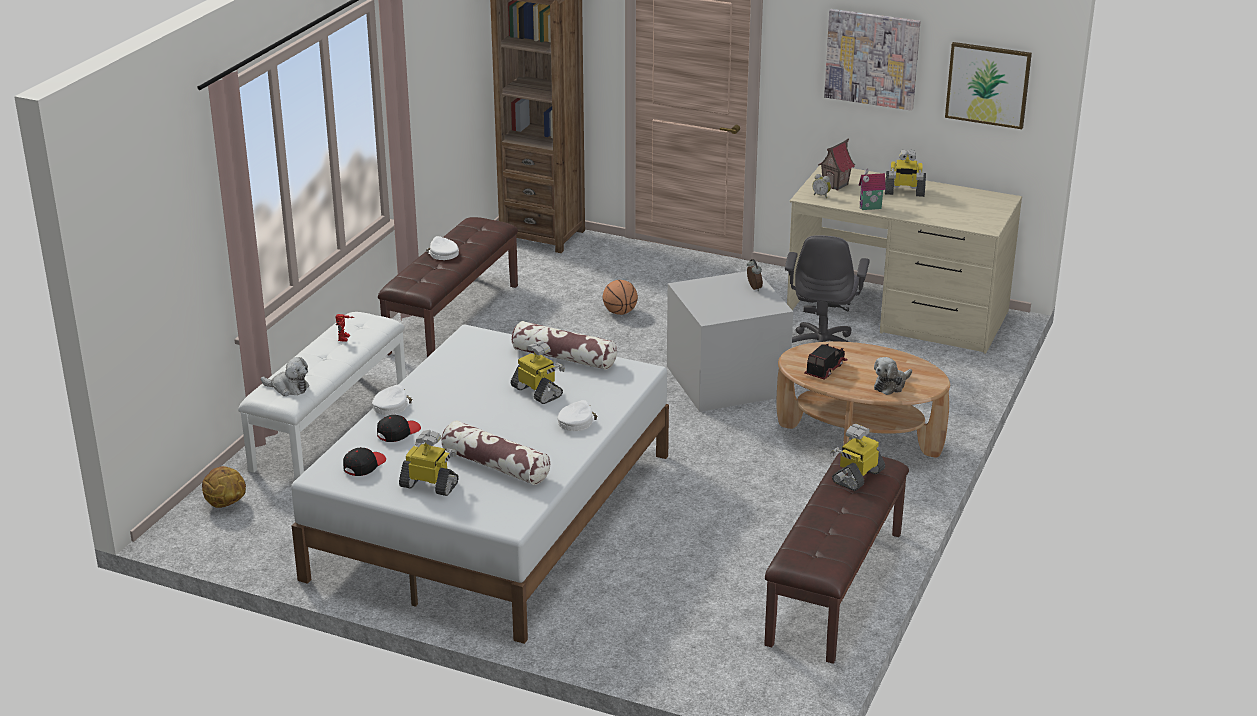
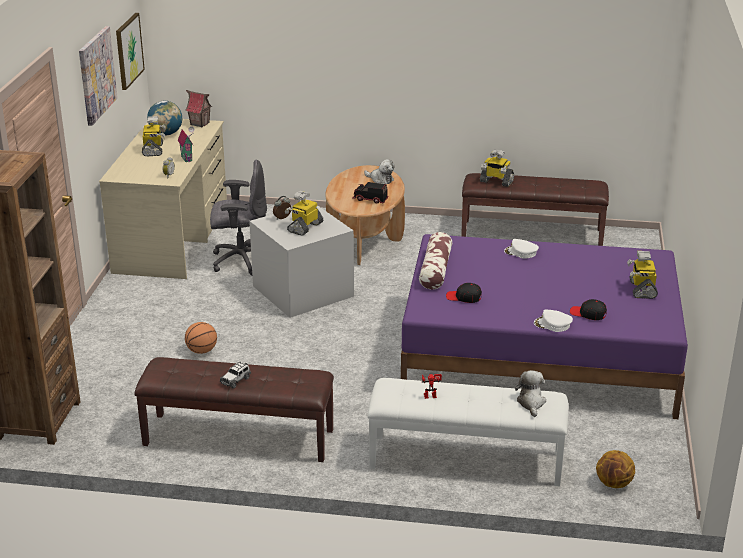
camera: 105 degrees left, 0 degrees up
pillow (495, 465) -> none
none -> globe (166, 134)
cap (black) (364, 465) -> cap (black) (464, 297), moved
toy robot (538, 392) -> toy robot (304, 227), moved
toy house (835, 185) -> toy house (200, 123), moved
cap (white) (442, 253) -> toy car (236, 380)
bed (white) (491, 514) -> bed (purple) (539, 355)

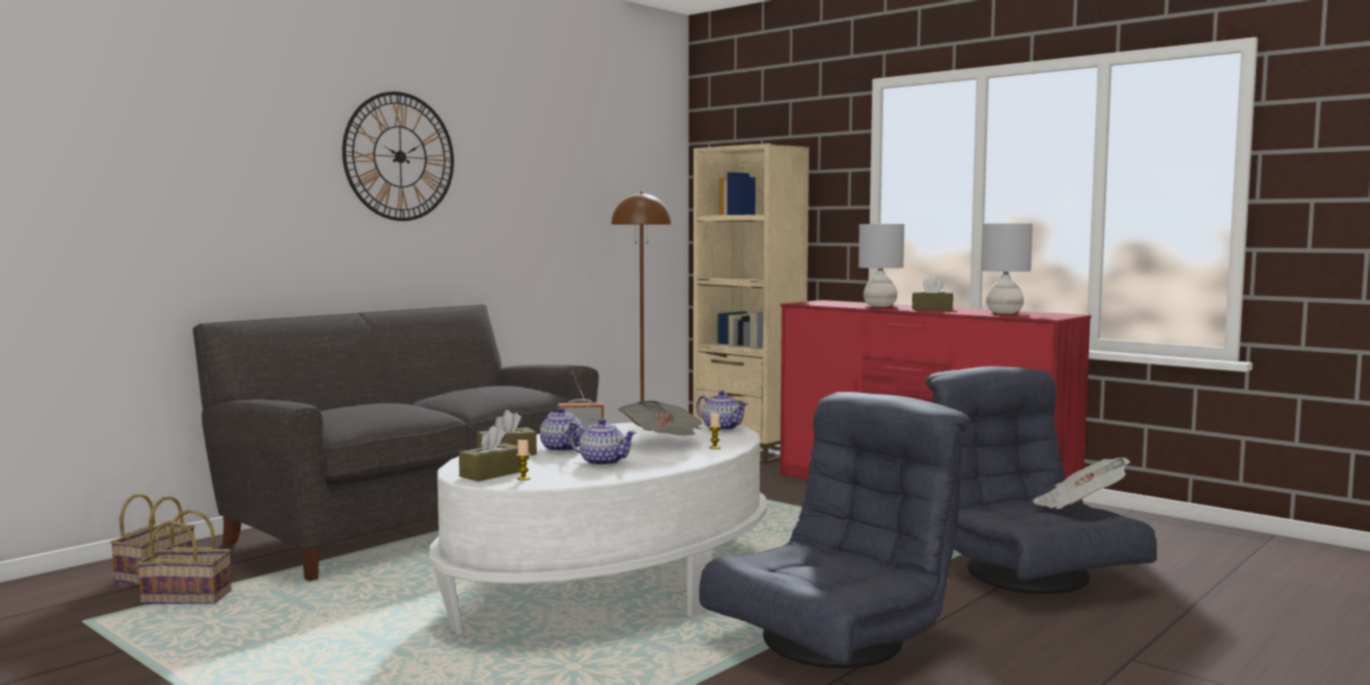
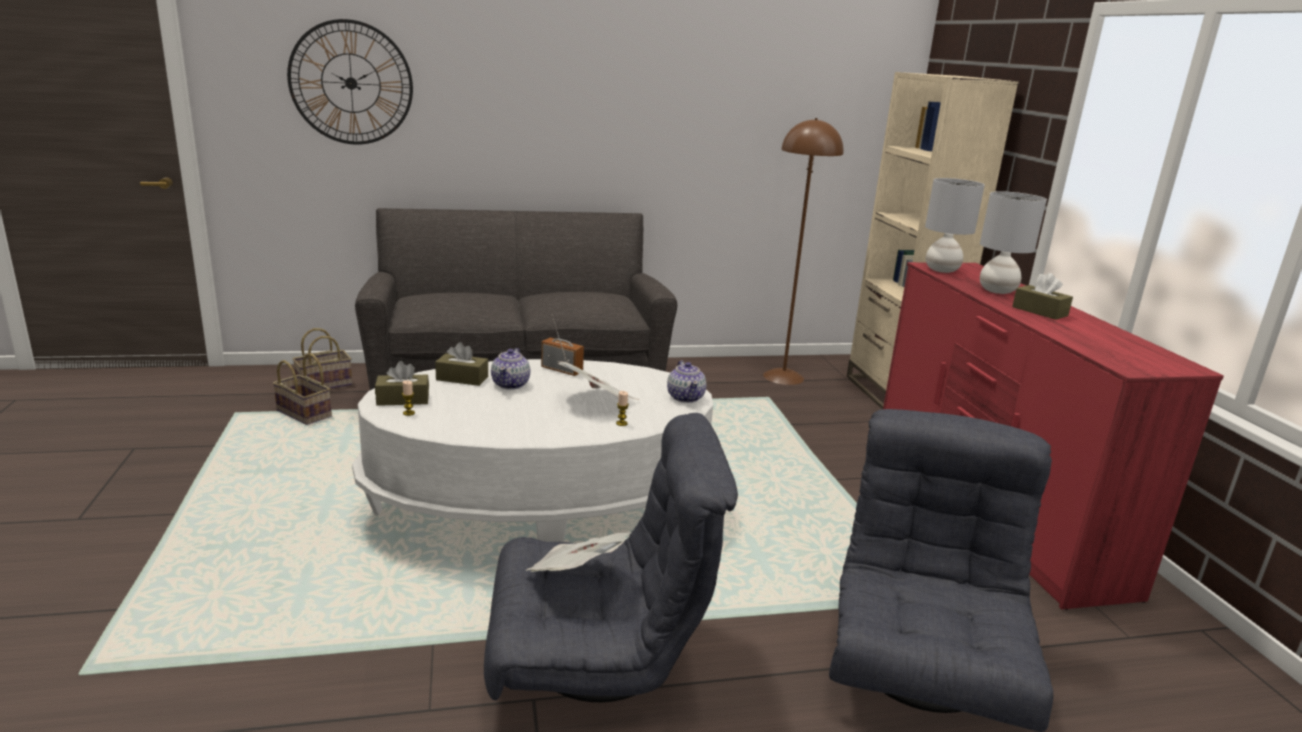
camera: 35 degrees right, 15 degrees up
teapot (602, 462) -> none
wall clock (400, 156) -> wall clock (351, 83), moved
table lamp (grey) (1004, 313) -> table lamp (grey) (941, 270), moved
newspaper (1079, 506) -> newspaper (577, 574), moved

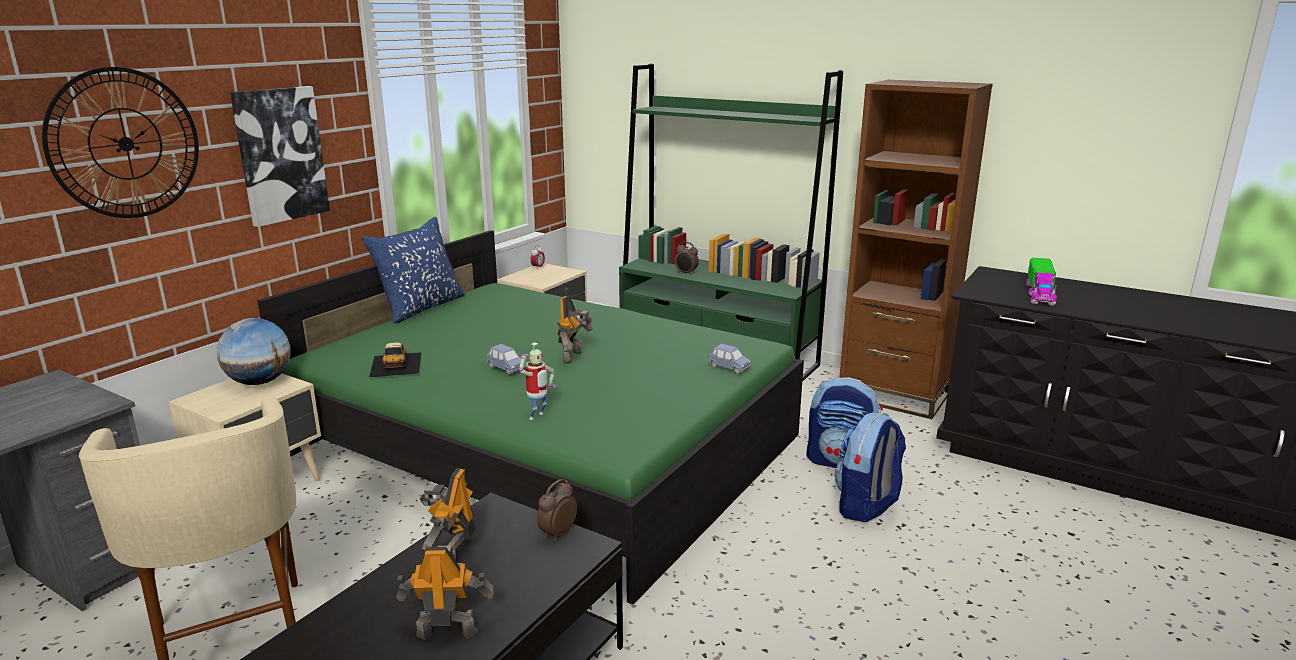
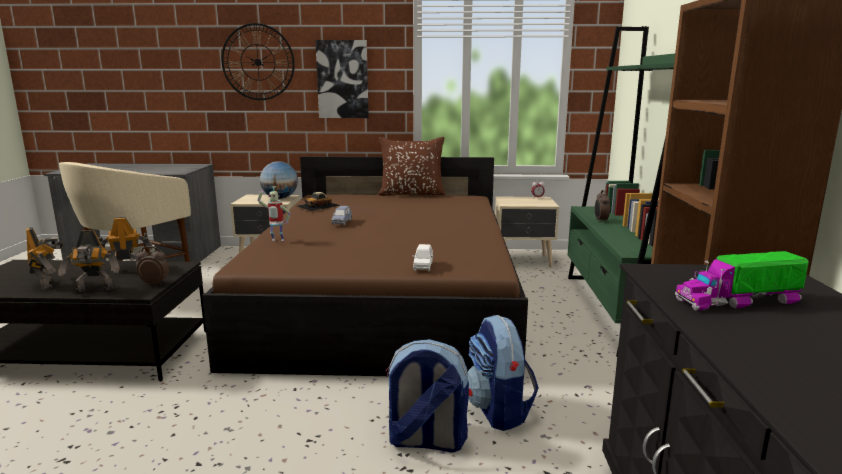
camera: 60 degrees right, 5 degrees down
toy robot (574, 357) -> toy robot (94, 290), moved
bed (green) (547, 445) -> bed (brown) (385, 298)
pillow (blue) (420, 308) -> pillow (brown) (411, 194)
toy car (blue) (729, 368) -> toy car (white) (423, 266)

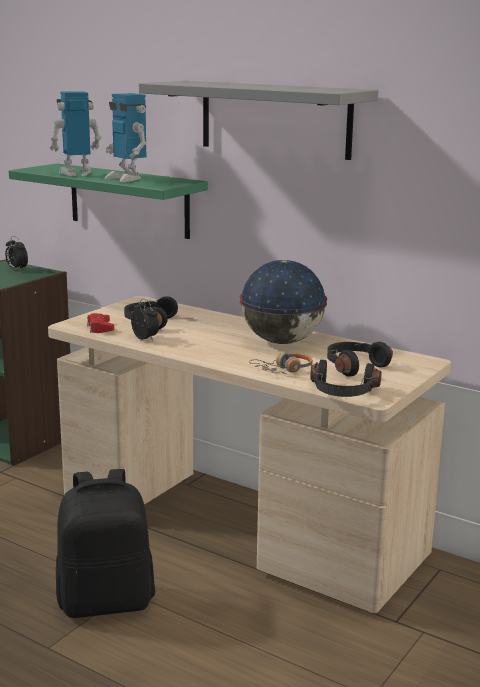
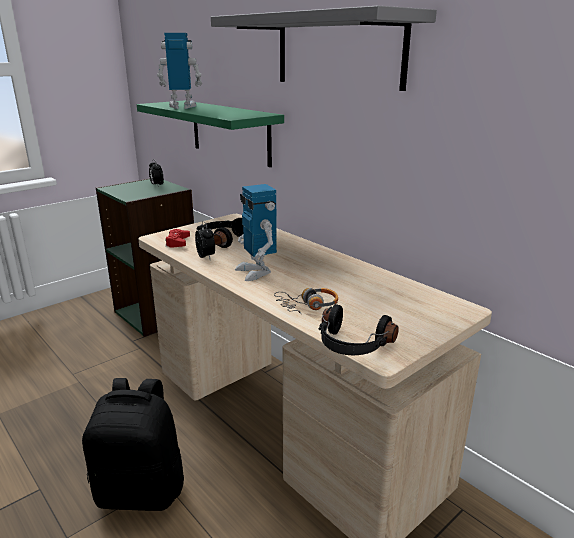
camera: 15 degrees right, 5 degrees up
globe (281, 342) -> none
headphones (black) (353, 366) -> none
toy robot (127, 179) -> toy robot (256, 272), moved

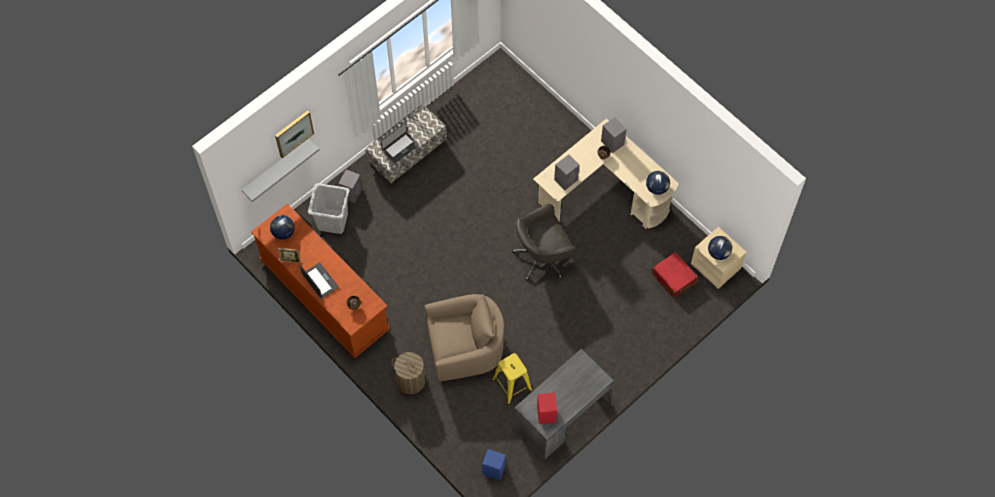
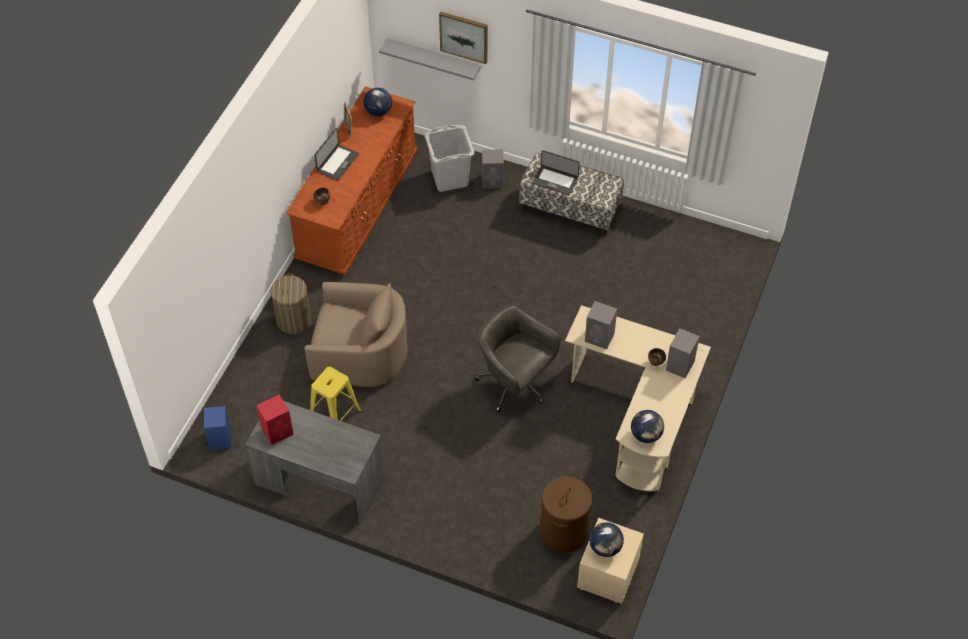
camera: 65 degrees right, 10 degrees down
suitcase (red) (674, 278) -> laundry basket (brown) (564, 532)
armchair (beige) (465, 347) -> armchair (beige) (360, 354), 45 degrees counterclockwise

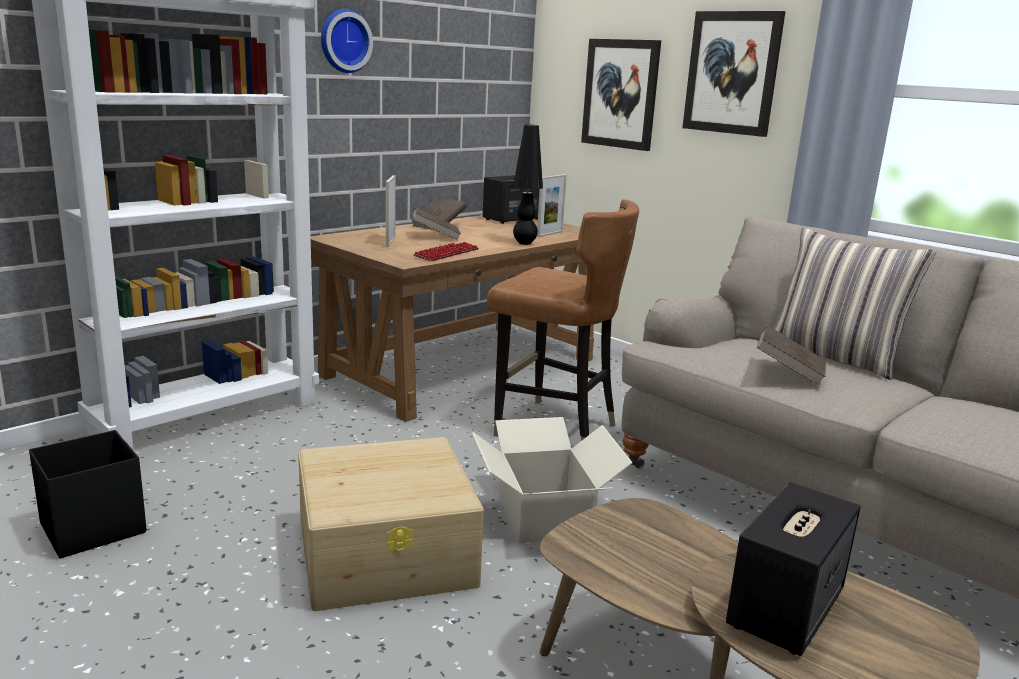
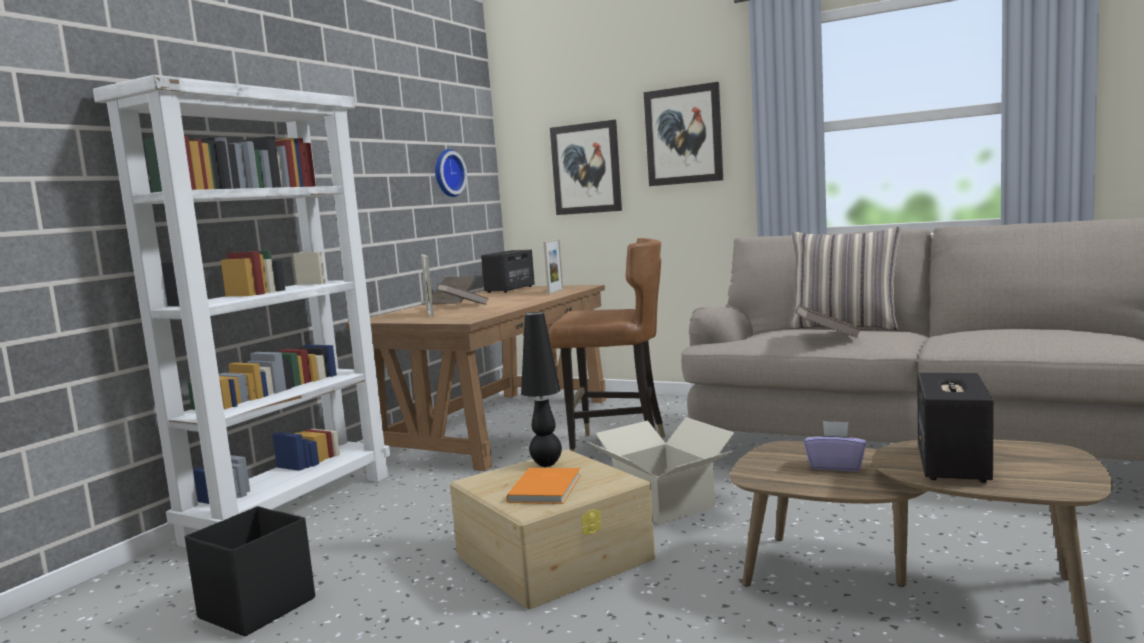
camera: 15 degrees left, 10 degrees down
keyboard (447, 253) -> none
none -> book (orange) (547, 488)
none -> tissue box (purple) (836, 466)
wall clock (343, 41) -> wall clock (447, 173), moved
table lamp (black) (525, 243) -> table lamp (black) (547, 464), moved

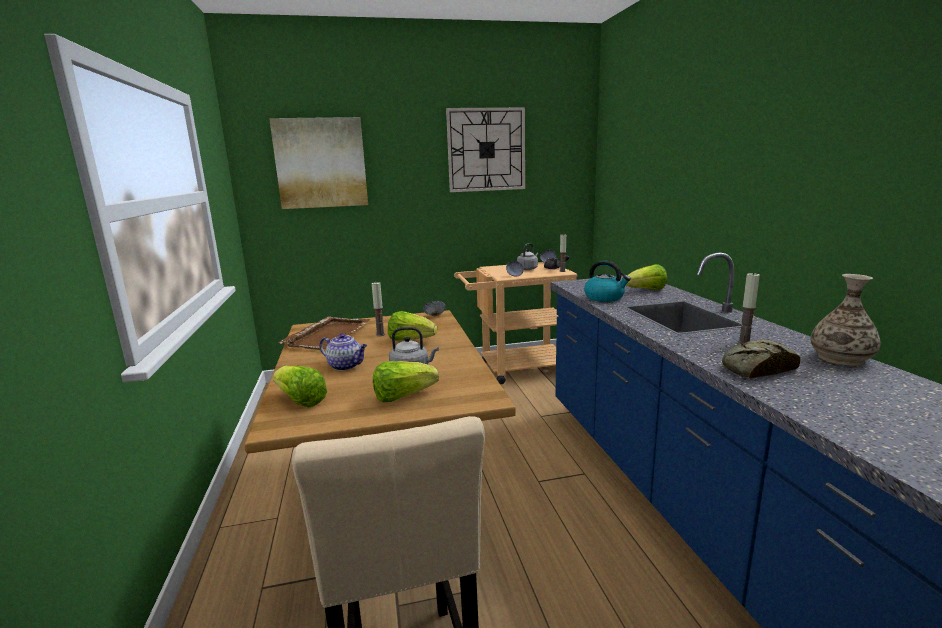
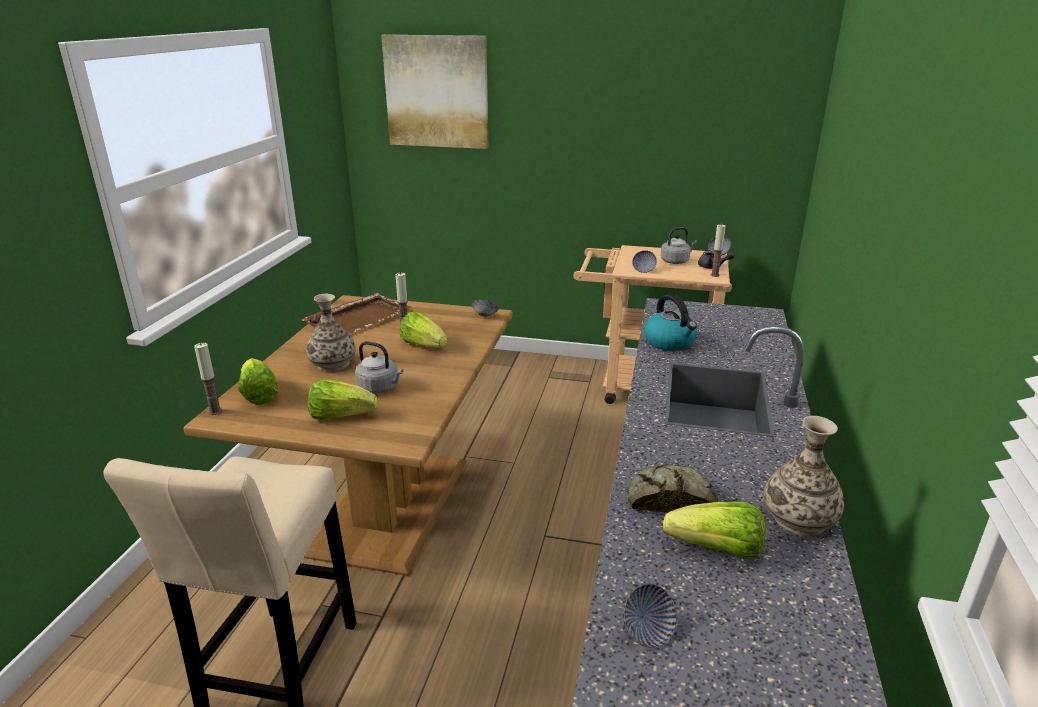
camera: 25 degrees right, 10 degrees up
wall clock (486, 150) -> none
none -> bowl (647, 632)
lettuce (646, 290) -> lettuce (717, 550), moved
candle (744, 342) -> candle (215, 411), moved
teapot (346, 366) -> vase (333, 364)

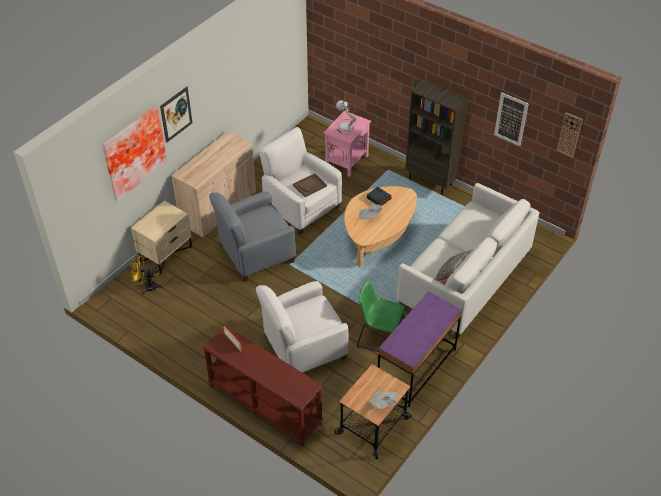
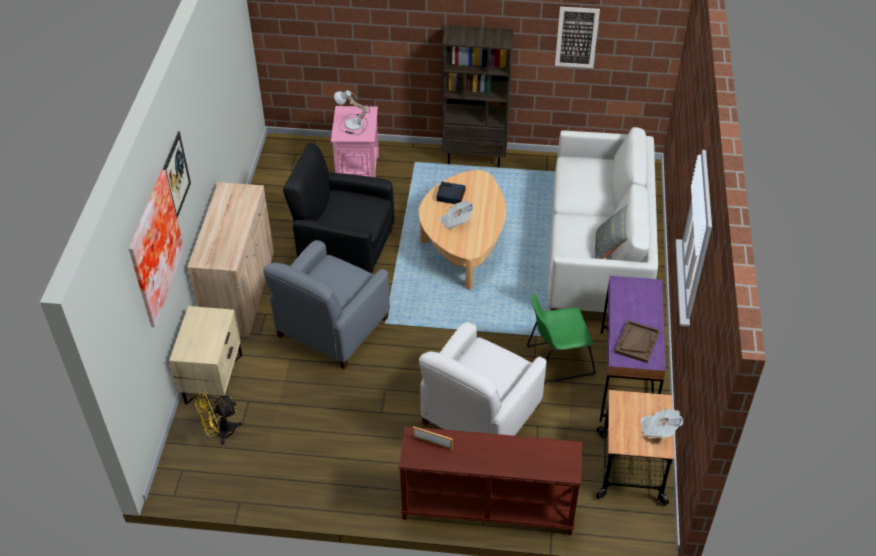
camera: 30 degrees left, 0 degrees up
wall clock (569, 134) -> none
tray (brown) (310, 186) -> tray (brown) (637, 342), moved
armchair (white) (301, 207) -> armchair (black) (345, 247)

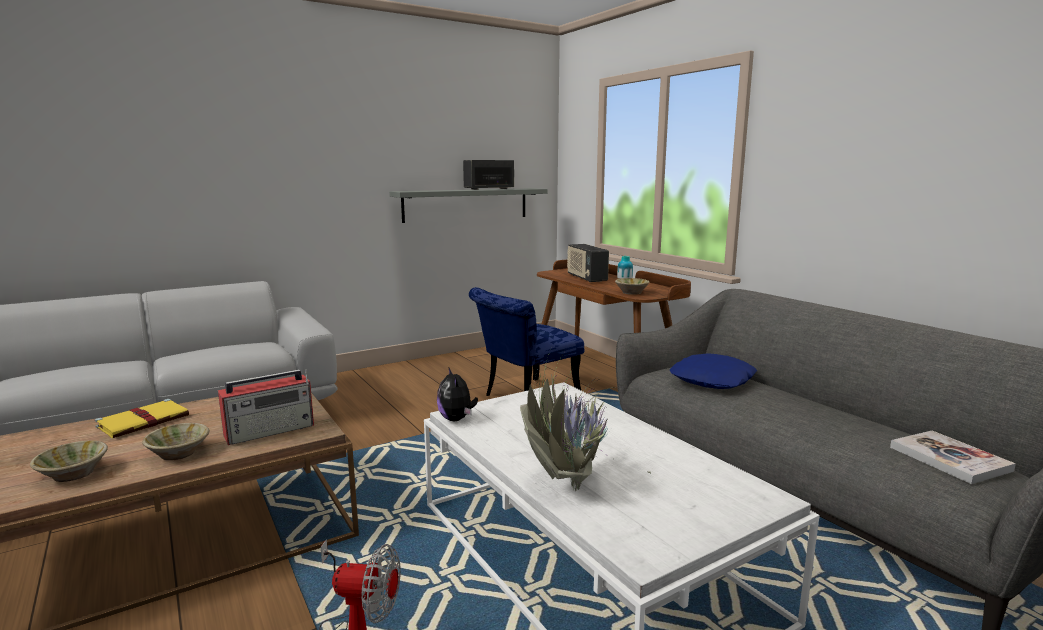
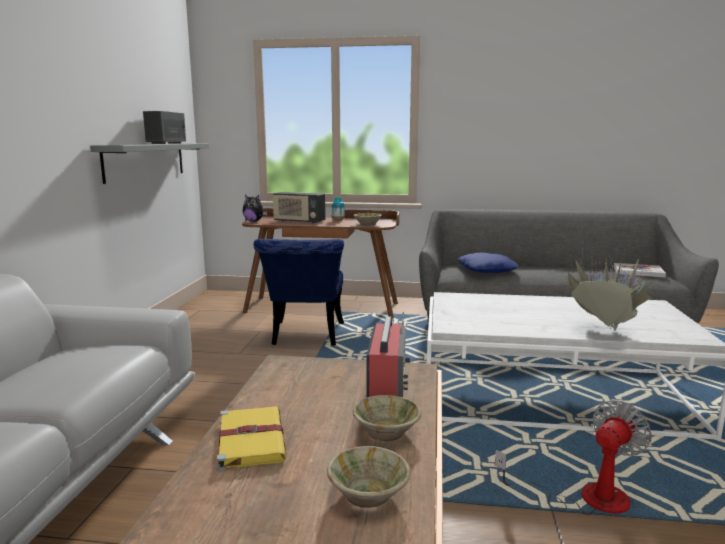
camera: 50 degrees left, 0 degrees up
plush toy (457, 419) -> plush toy (254, 221), moved

